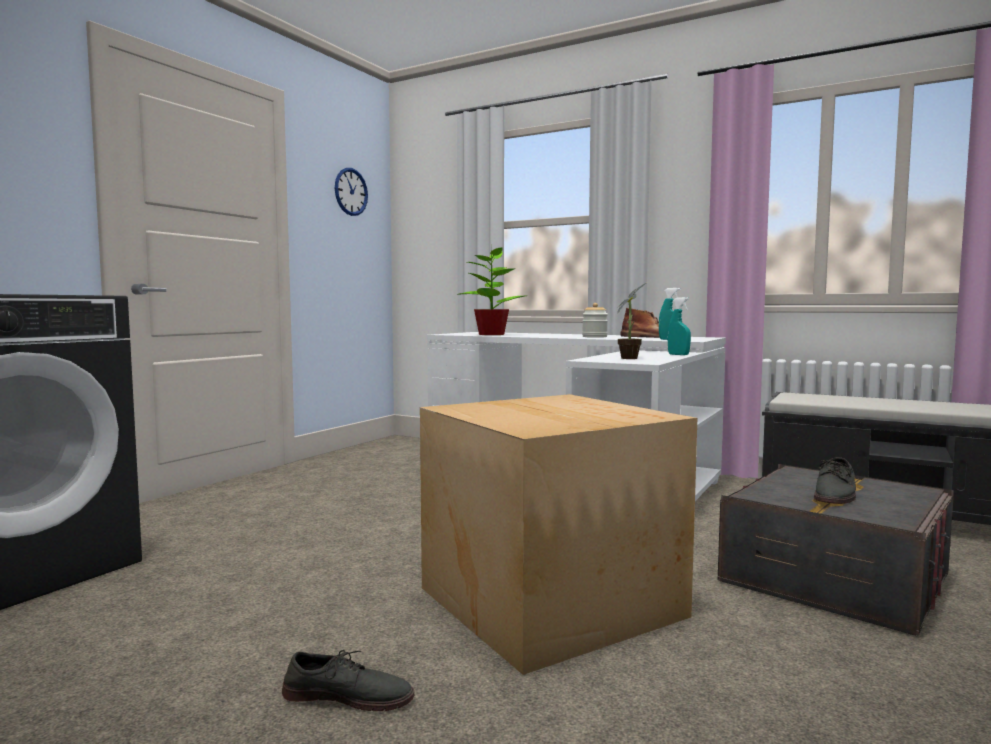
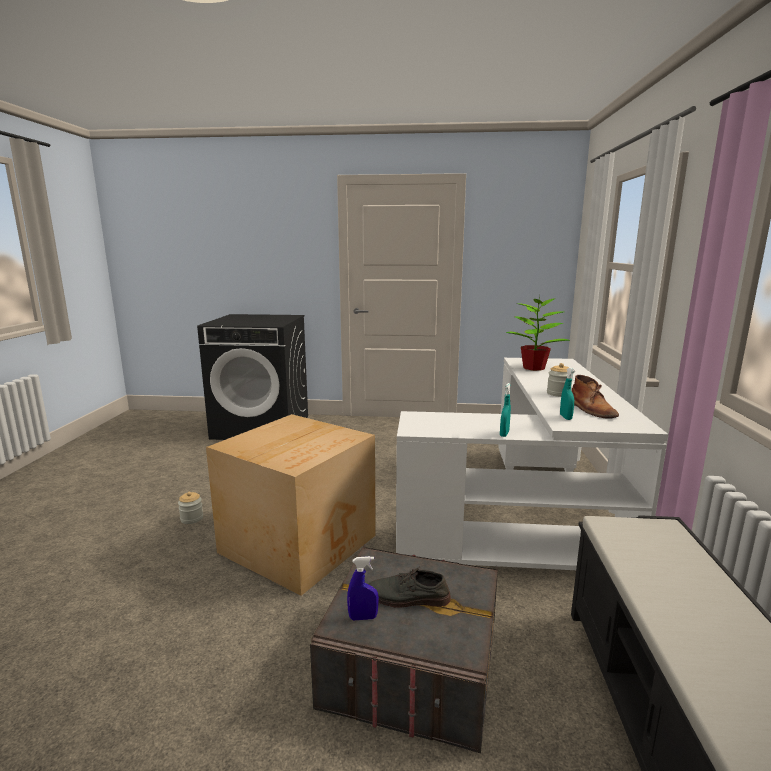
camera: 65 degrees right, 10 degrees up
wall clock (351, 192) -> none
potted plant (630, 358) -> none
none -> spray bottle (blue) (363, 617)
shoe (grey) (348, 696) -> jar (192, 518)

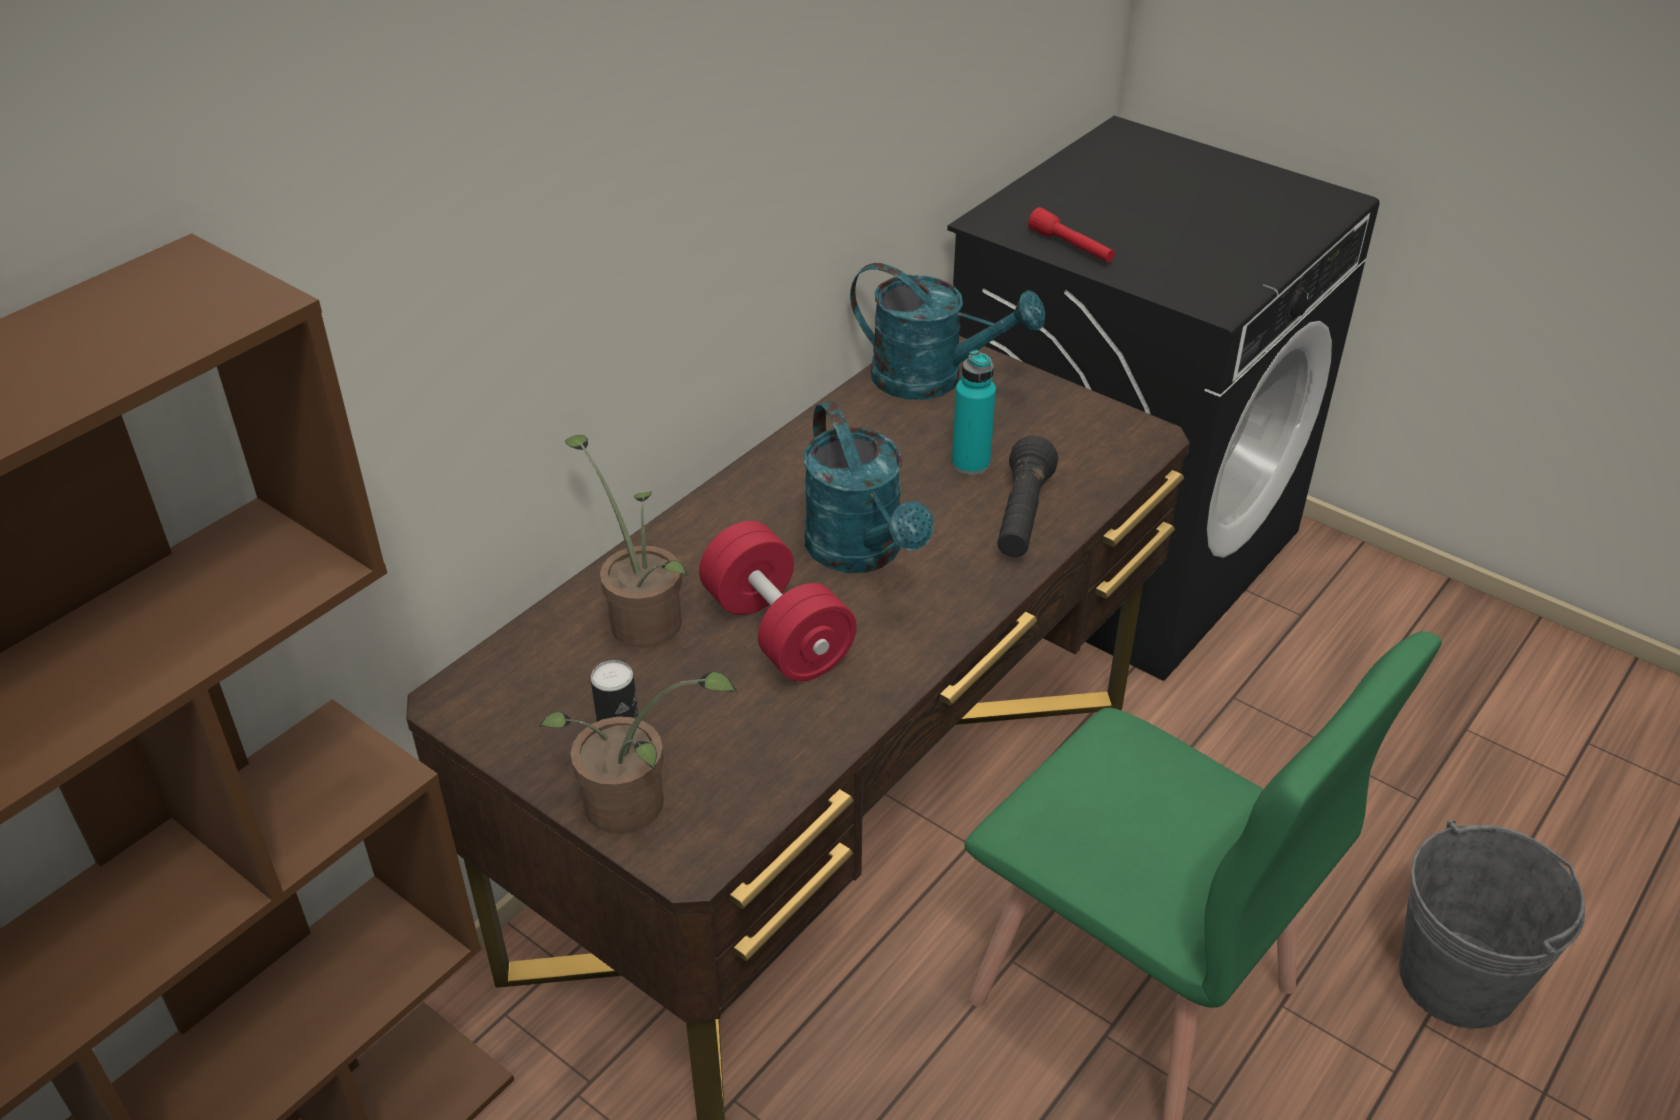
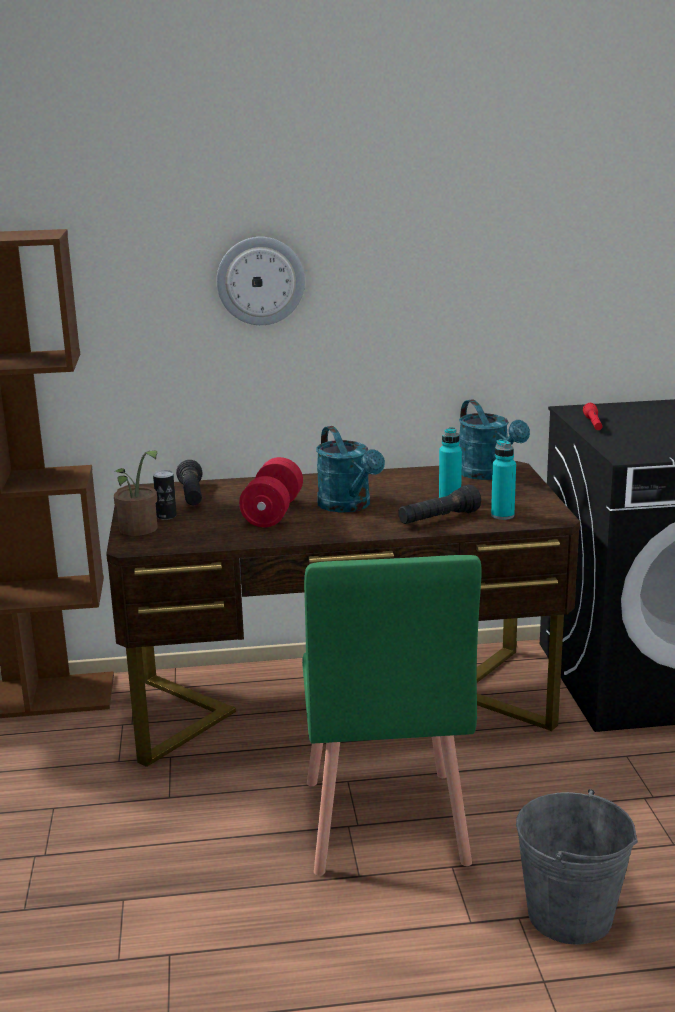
camera: 45 degrees right, 20 degrees down
potted plant (642, 616) -> none
none -> flashlight (black) (192, 496)
none -> wall clock (260, 281)
none -> bottle (turquoise) (502, 515)
watering can (turquoise) (862, 553) -> watering can (turquoise) (349, 506), 45 degrees counterclockwise

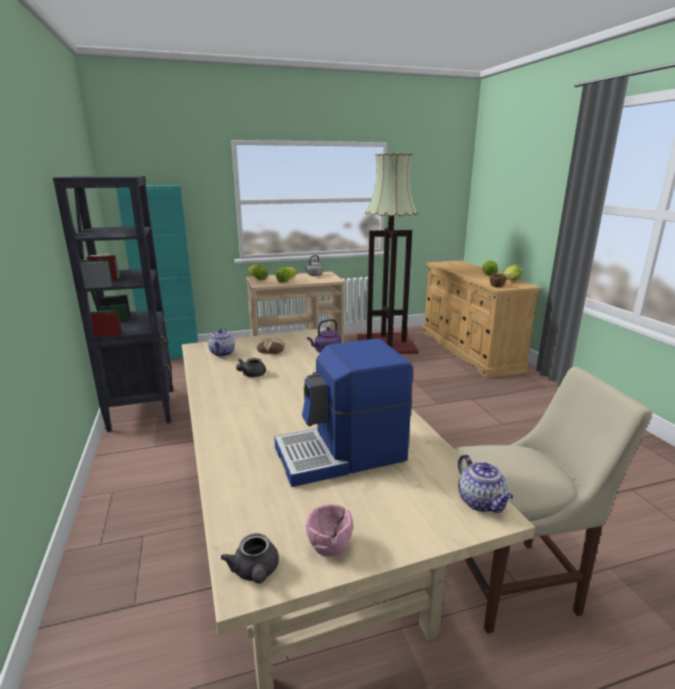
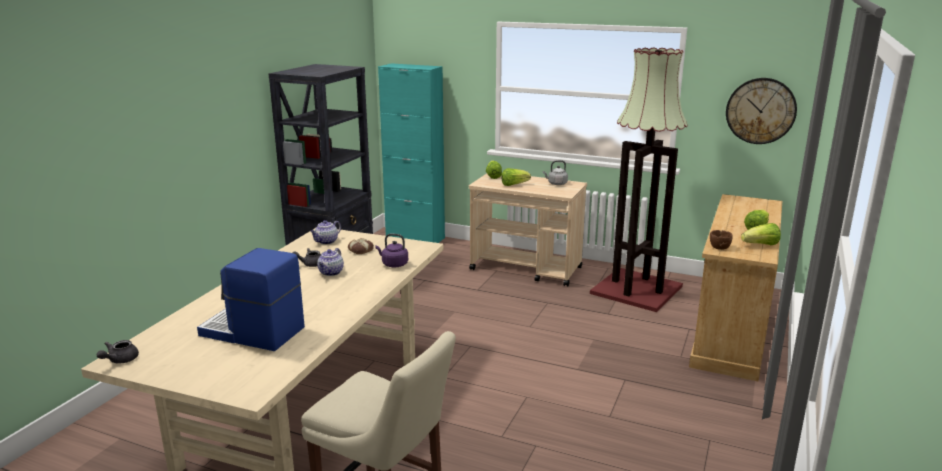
camera: 40 degrees right, 0 degrees up
bowl (pink) (330, 545) -> none
none -> wall clock (760, 111)
teapot (481, 502) -> teapot (331, 273), moved

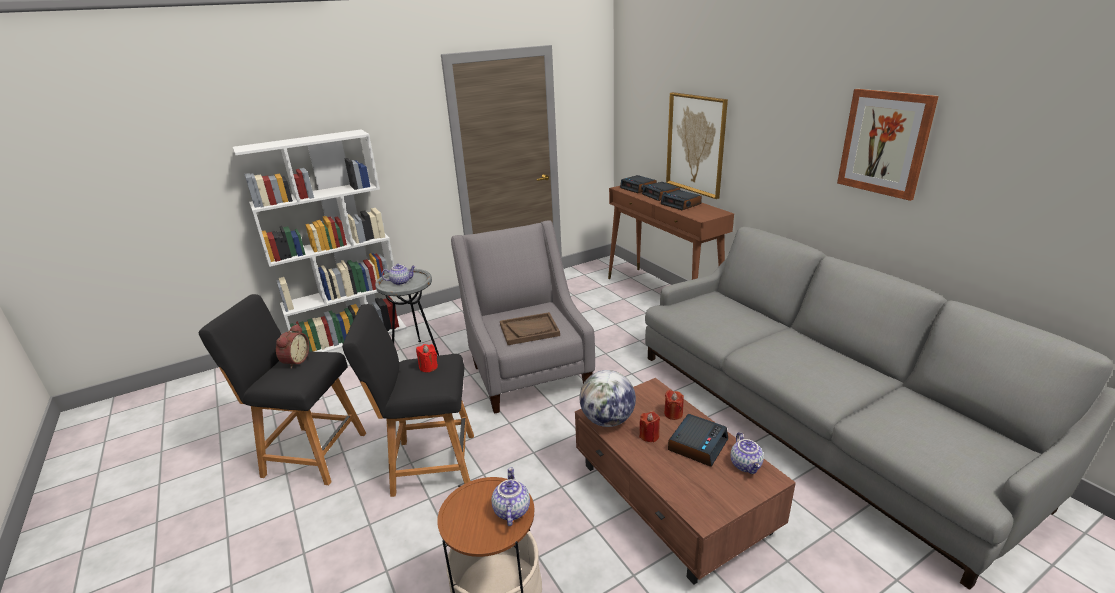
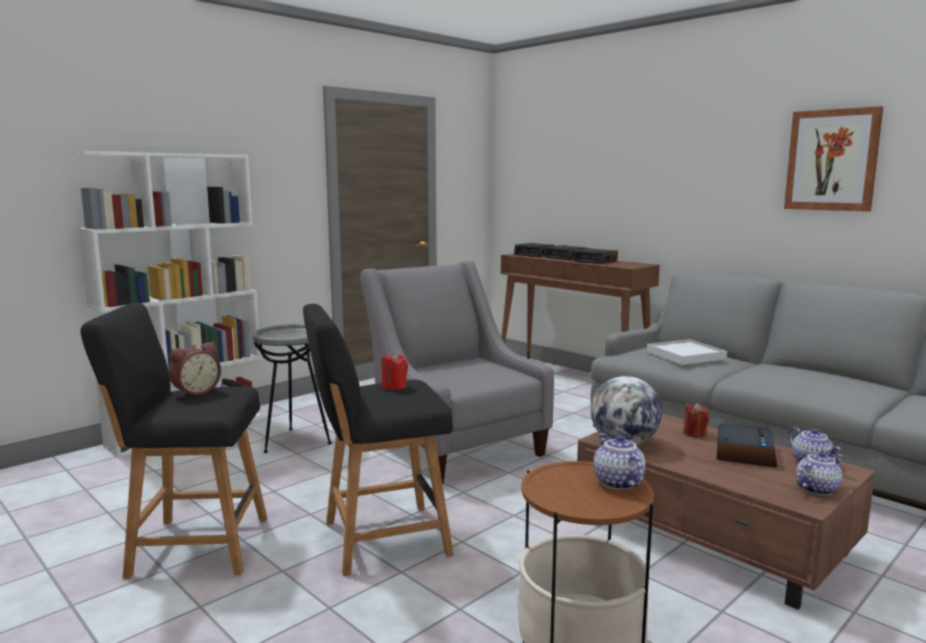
camera: 15 degrees left, 15 degrees down
tray (brown) (529, 330) -> none
candle (red) (649, 436) -> none
picture (696, 144) -> none
none -> tray (white) (685, 355)
teapot (401, 282) -> teapot (816, 489), moved
alarm clock (295, 361) -> alarm clock (195, 392), 45 degrees clockwise

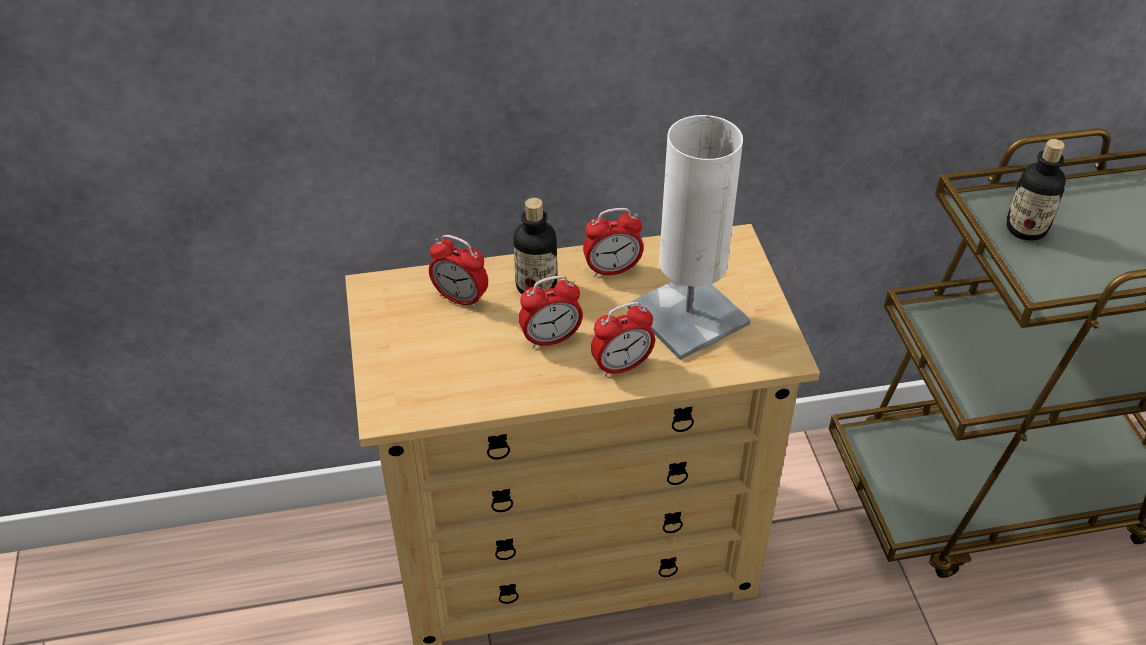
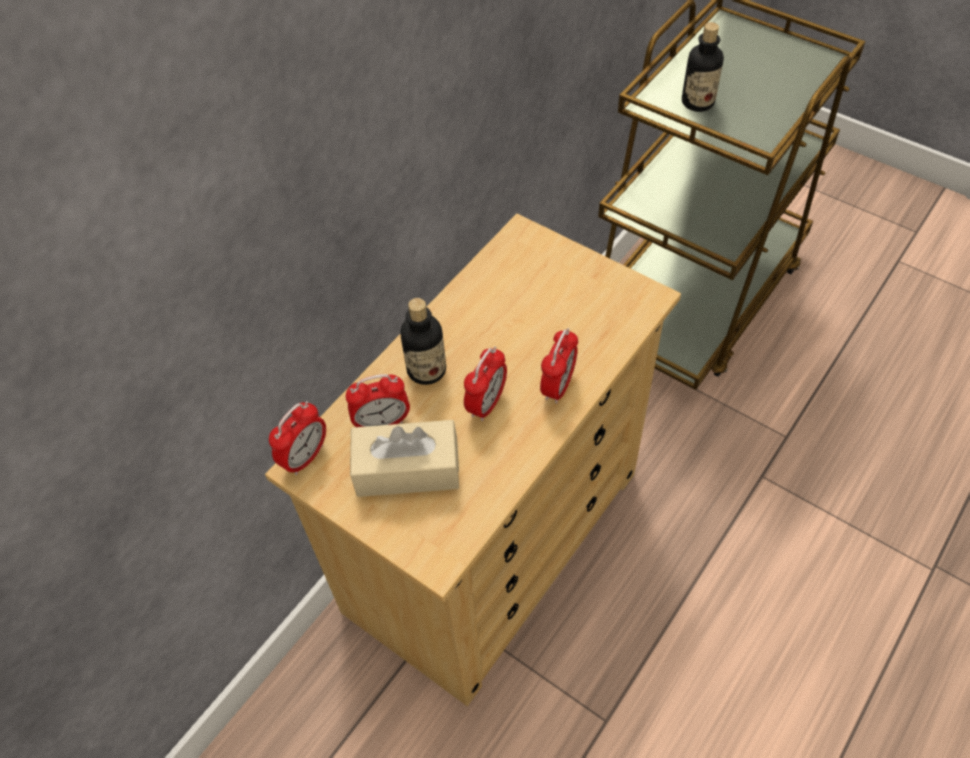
camera: 40 degrees left, 10 degrees up
table lamp (white) (688, 316) -> none
none -> tissue box (beige) (407, 469)
alarm clock (612, 270) -> alarm clock (305, 457), moved

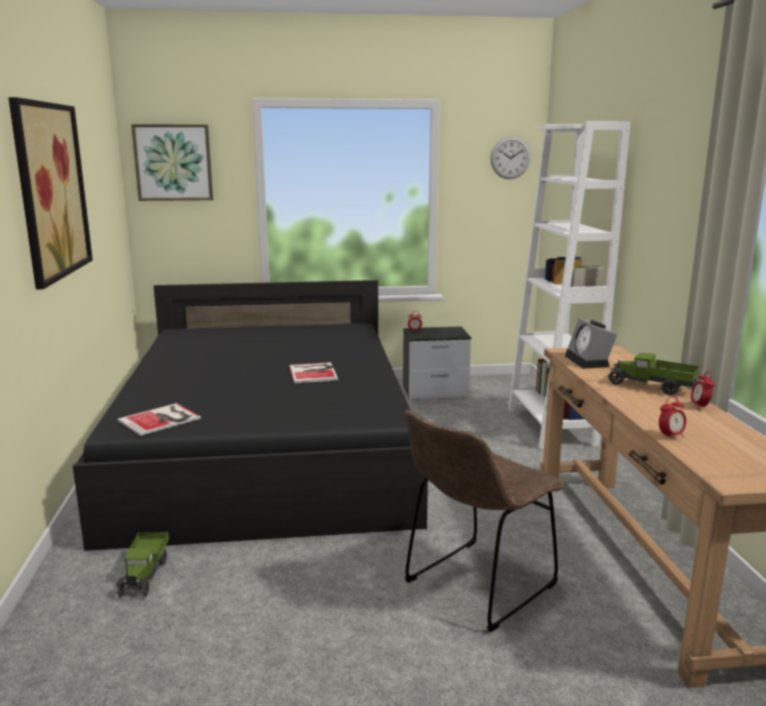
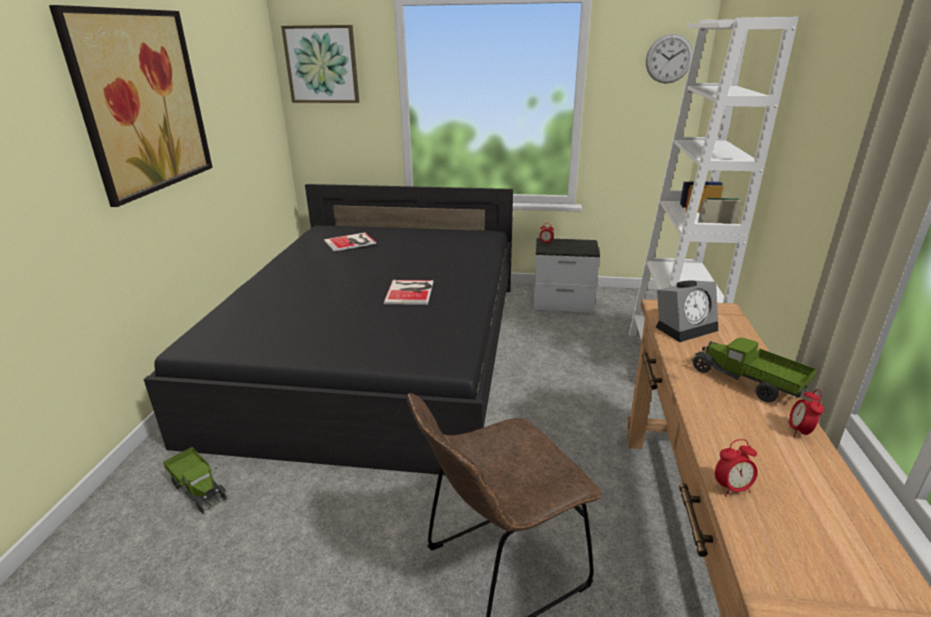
camera: 15 degrees right, 10 degrees up
book (161, 419) -> book (351, 242), moved
toy truck (145, 574) -> toy truck (199, 489), 60 degrees counterclockwise
alarm clock (589, 361) -> alarm clock (685, 327), 120 degrees counterclockwise

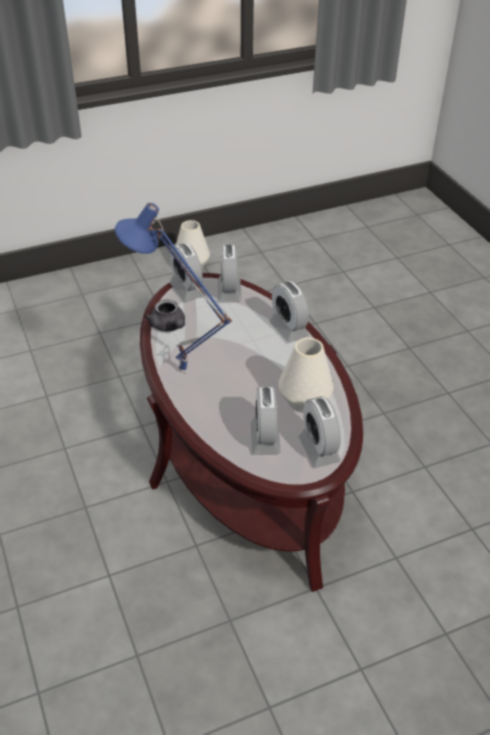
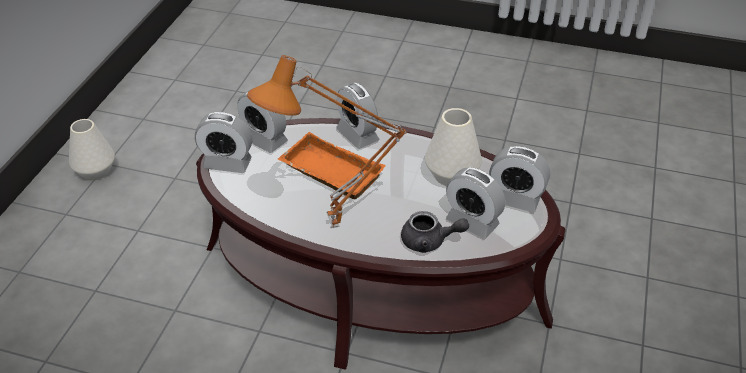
camera: 50 degrees left, 0 degrees up
none -> tray (orange) (328, 173)
teapot (grey) (169, 326) -> teapot (grey) (429, 241), moved
table lamp (blue) (180, 374) -> table lamp (orange) (336, 230)
alarm clock (288, 329) -> alarm clock (357, 135), 45 degrees clockwise

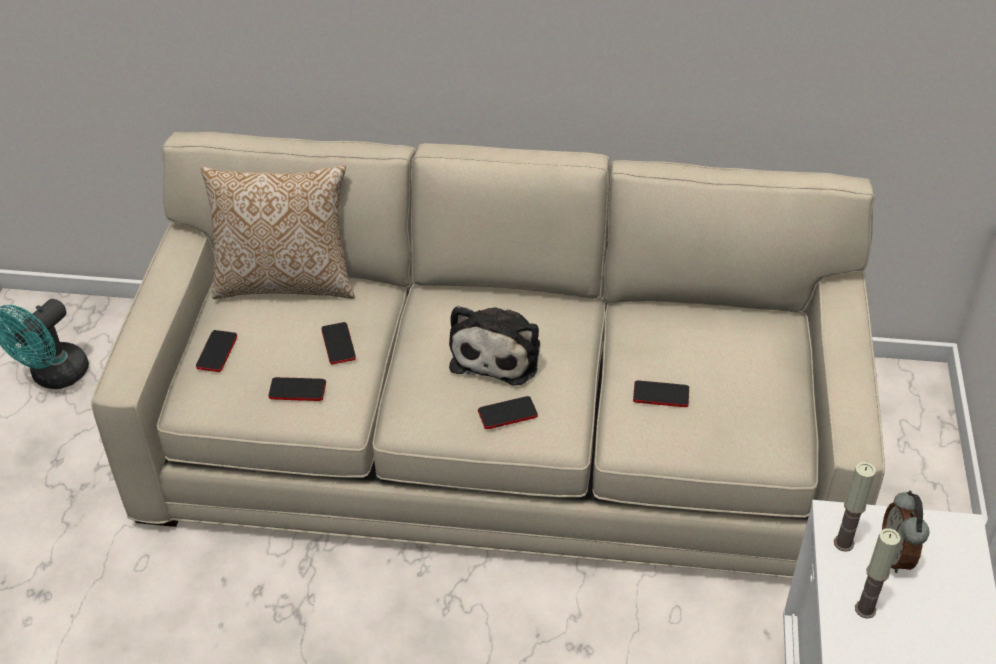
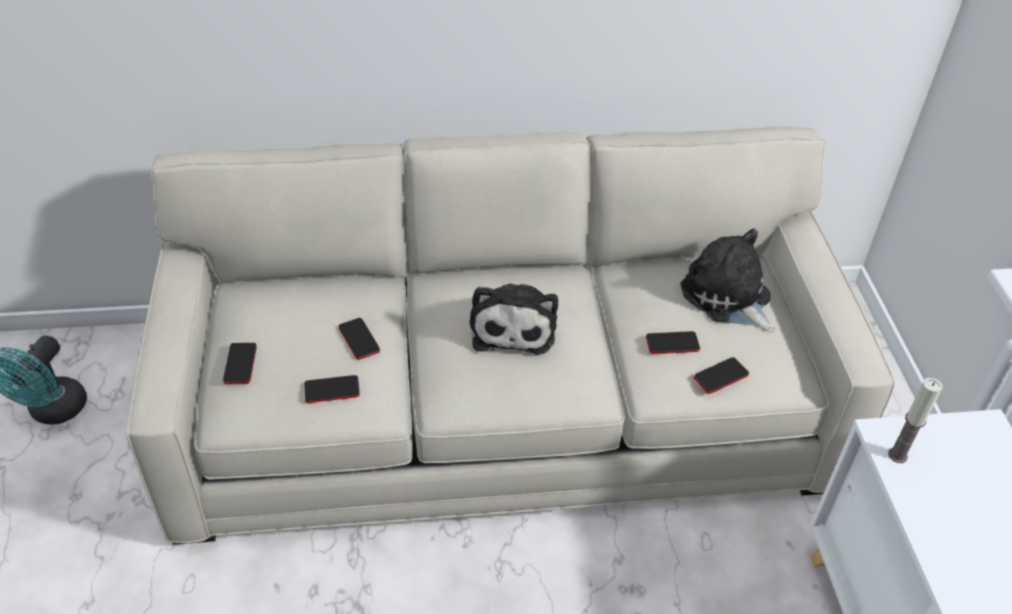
camera: 15 degrees left, 0 degrees up
pillow (286, 282) -> none
candle (865, 609) -> none
alarm clock (897, 555) -> none
none -> plush toy (728, 298)
phone (507, 413) -> phone (721, 376), moved

